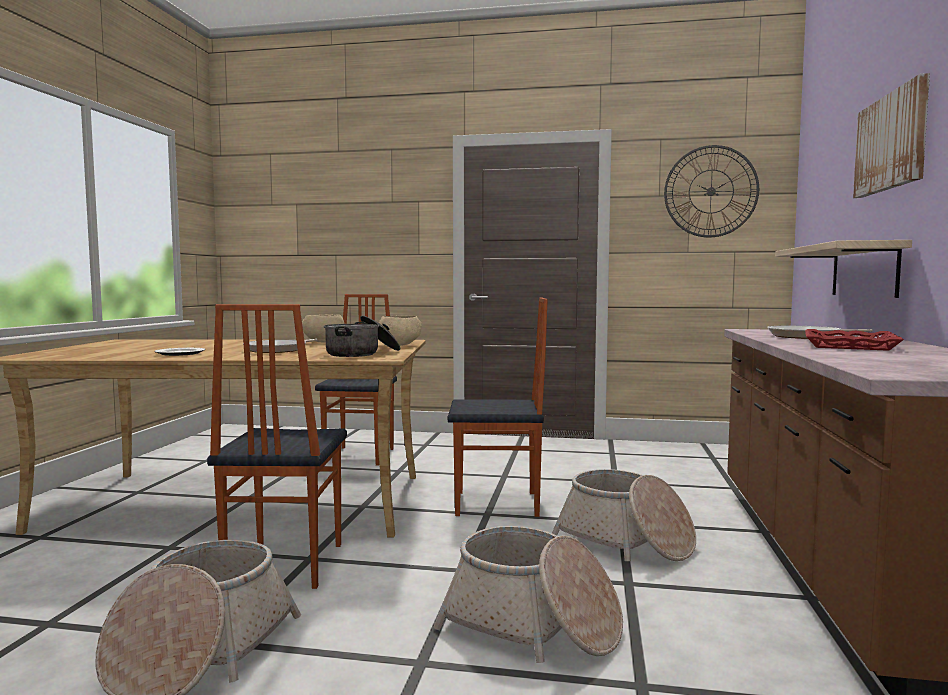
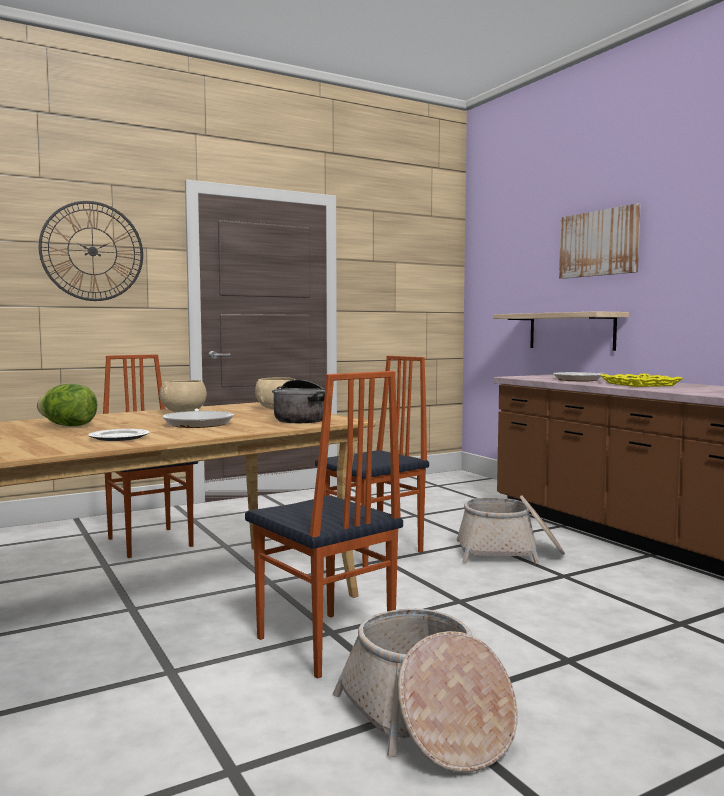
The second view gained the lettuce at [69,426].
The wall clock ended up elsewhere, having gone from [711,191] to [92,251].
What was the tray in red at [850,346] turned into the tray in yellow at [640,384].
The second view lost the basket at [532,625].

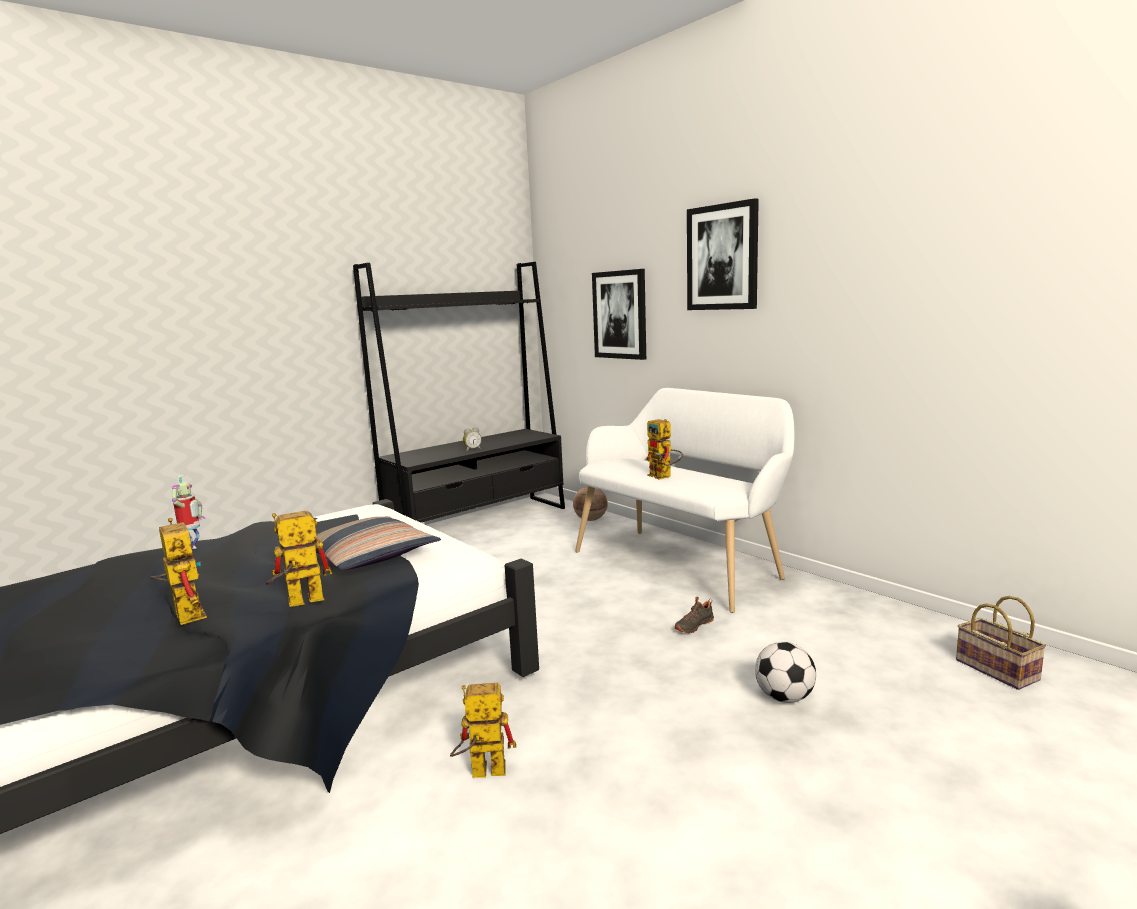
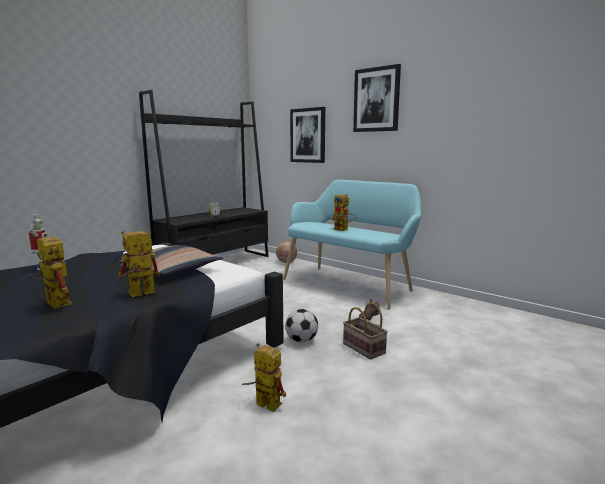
The toy robot at [480,773] ended up facing another way, 45 degrees clockwise from before.
What was the bench in white at [682,563] turned into the bench in turquoise at [350,284].
The football ended up elsewhere, having gone from [784,698] to [301,340].
The basket ended up elsewhere, having gone from [994,669] to [362,348].

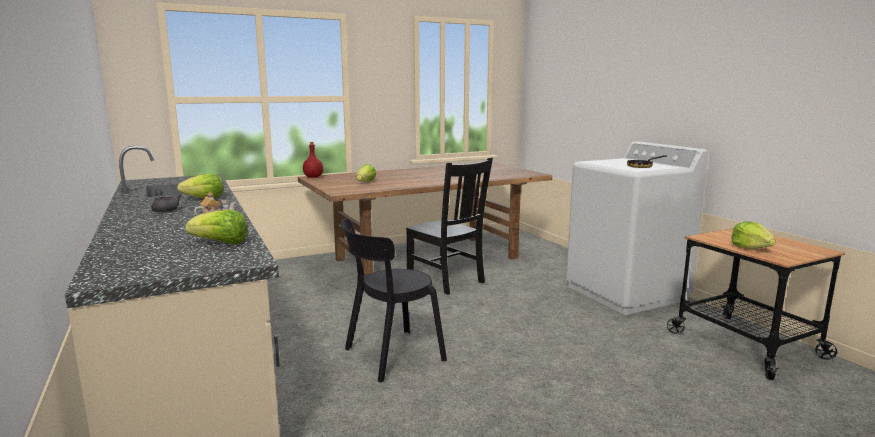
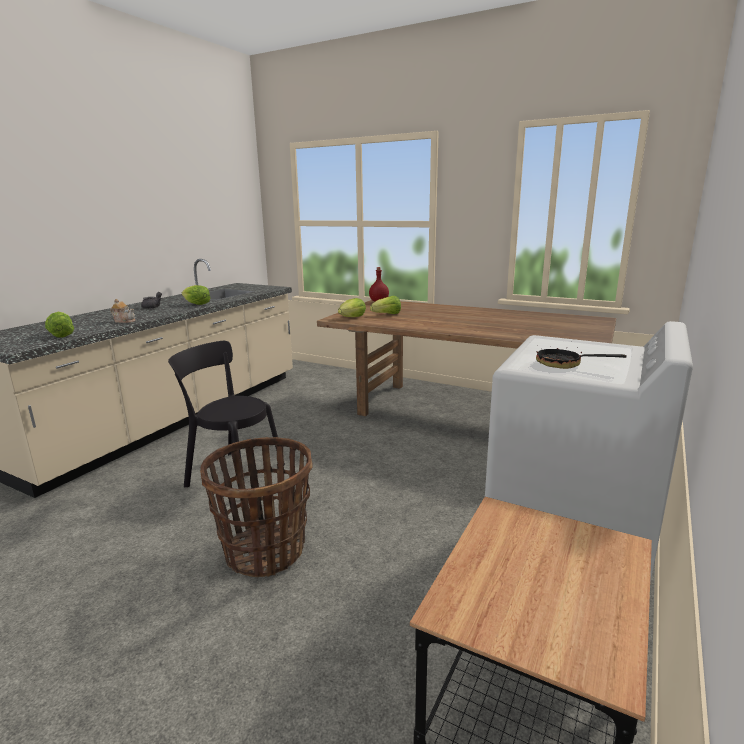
The second view gained the basket at [265,551].
The lettuce ended up elsewhere, having gone from [751,248] to [352,317].
The second view lost the chair in black at [447,281].

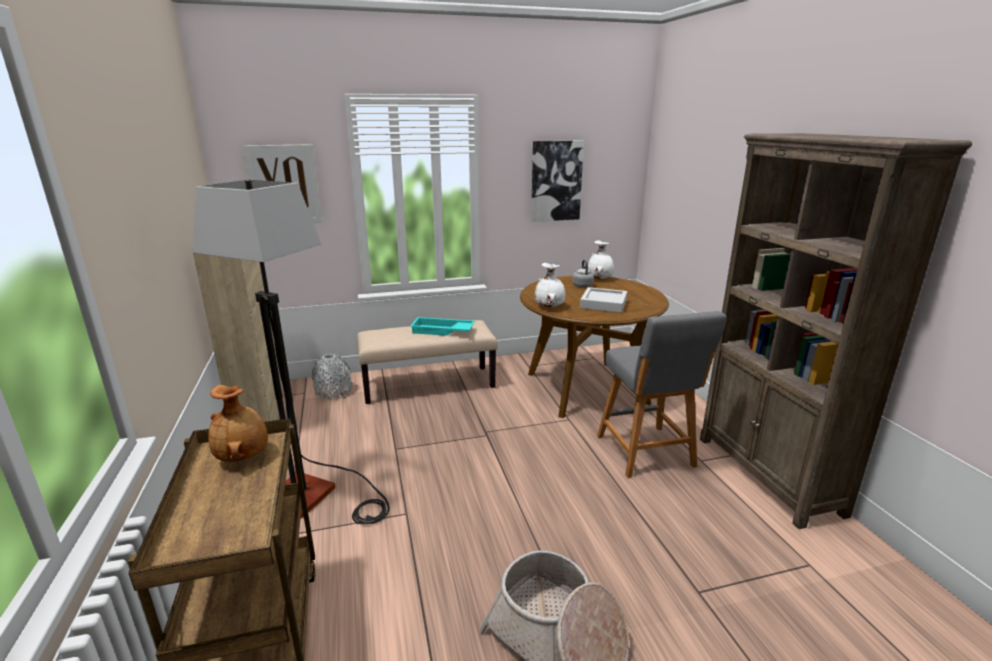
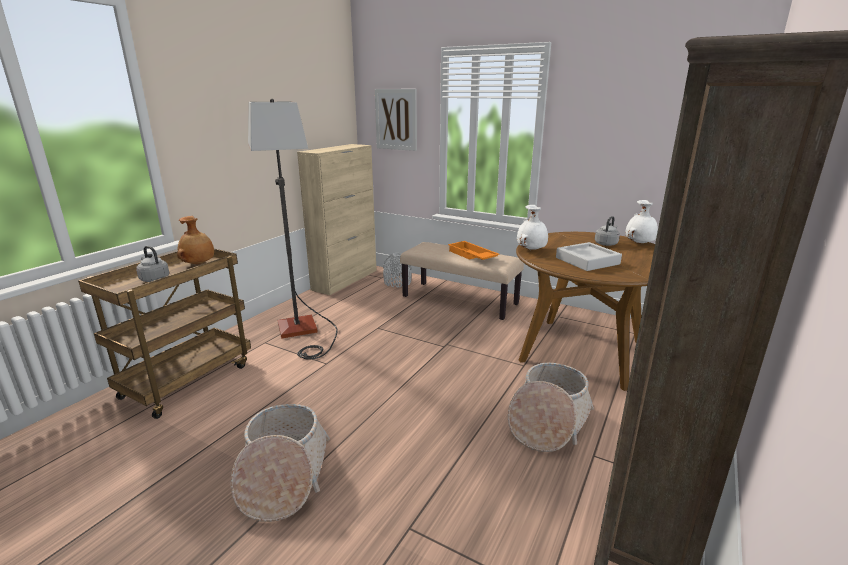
The second view gained the kettle in grey at [154,279].
What was the tray in turquoise at [442,331] turned into the tray in orange at [471,255].
Where the stool in grey stood at [647,454], the basket came to stand at [547,421].
The second view lost the picture at [556,181].

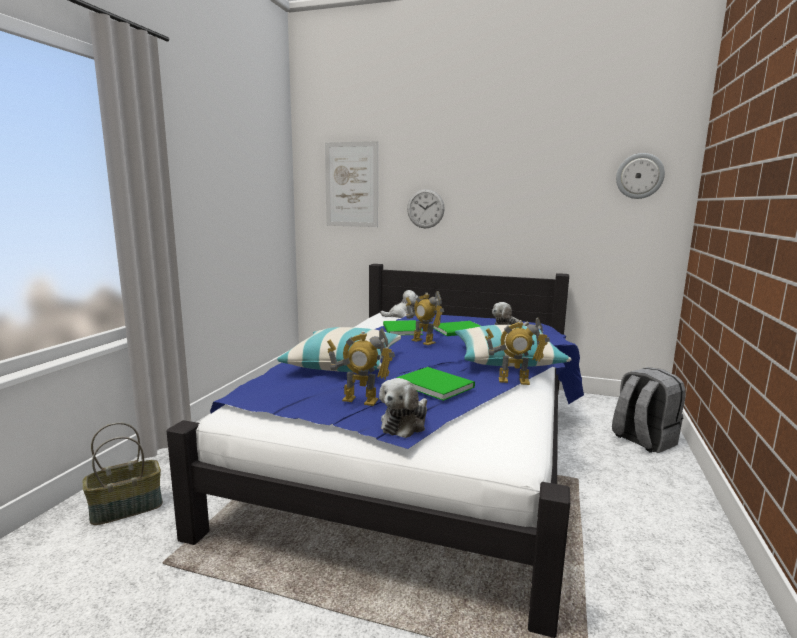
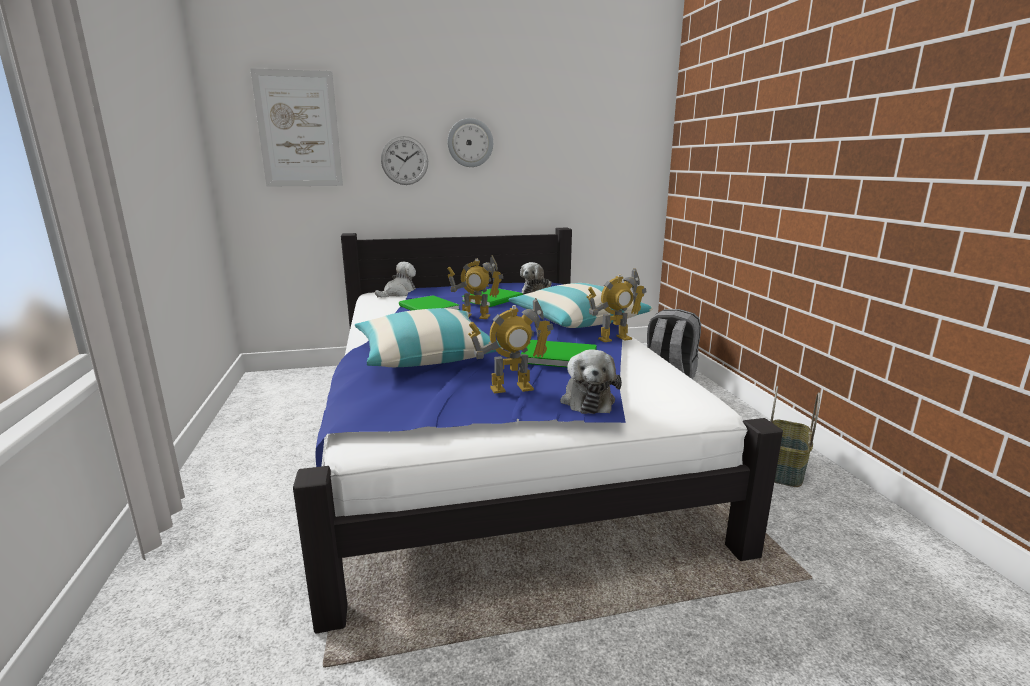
The wall clock ended up elsewhere, having gone from [639,176] to [470,143].
The basket ended up elsewhere, having gone from [127,507] to [782,468].

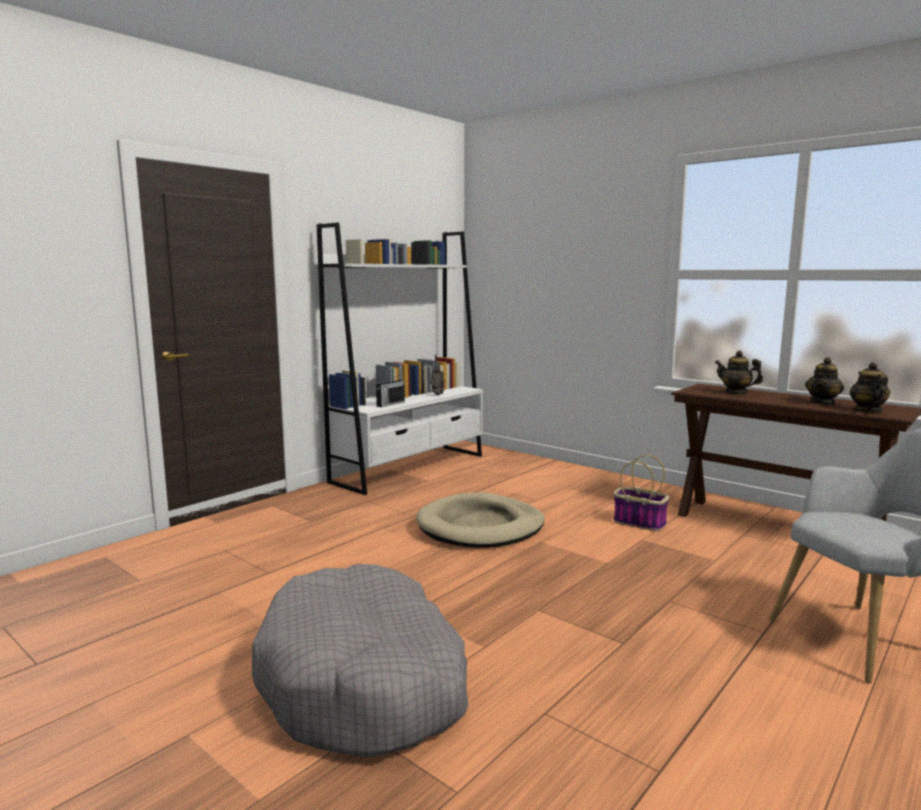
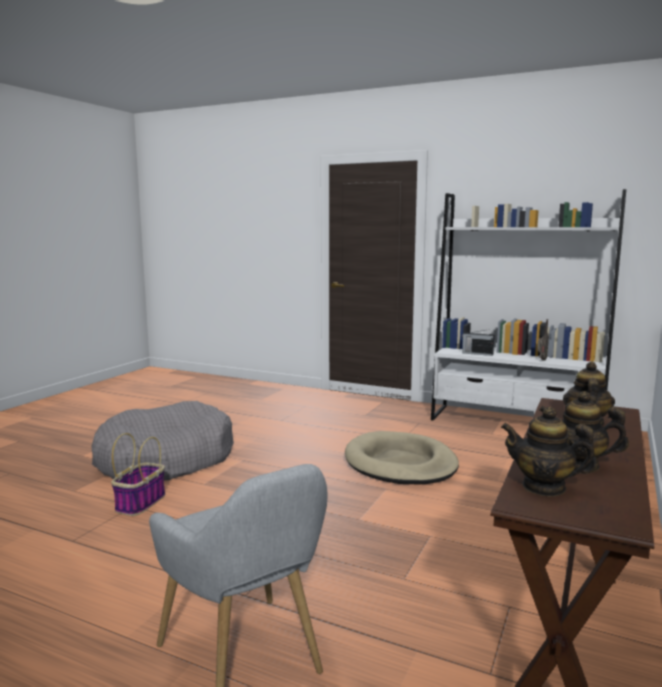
The basket ended up elsewhere, having gone from [638,522] to [141,502].
The teapot at [867,410] ended up facing another way, 150 degrees counterclockwise from before.

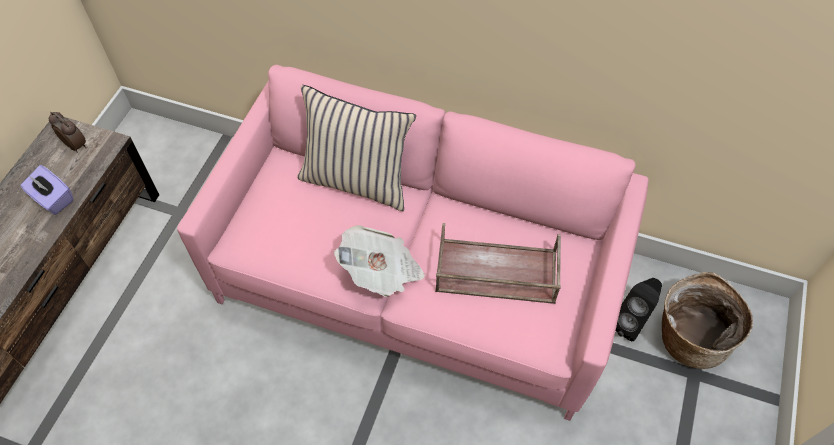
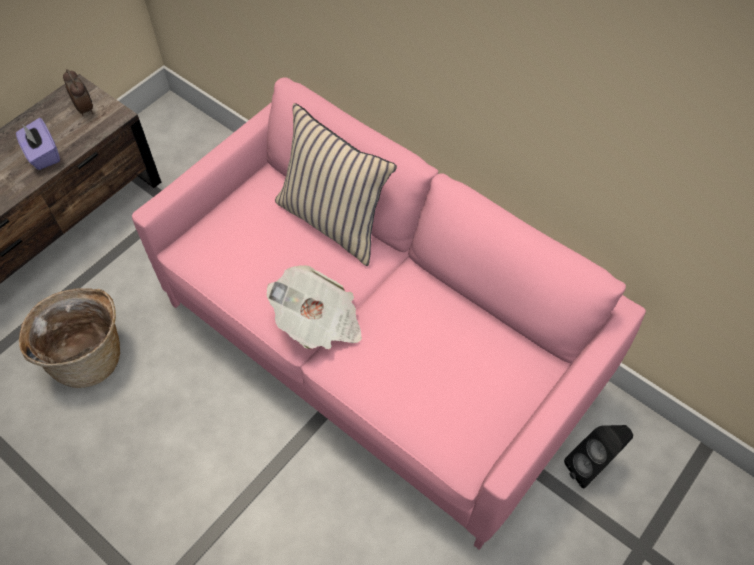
The basket ended up elsewhere, having gone from [689,337] to [88,355].
The second view lost the tray in brown at [495,272].

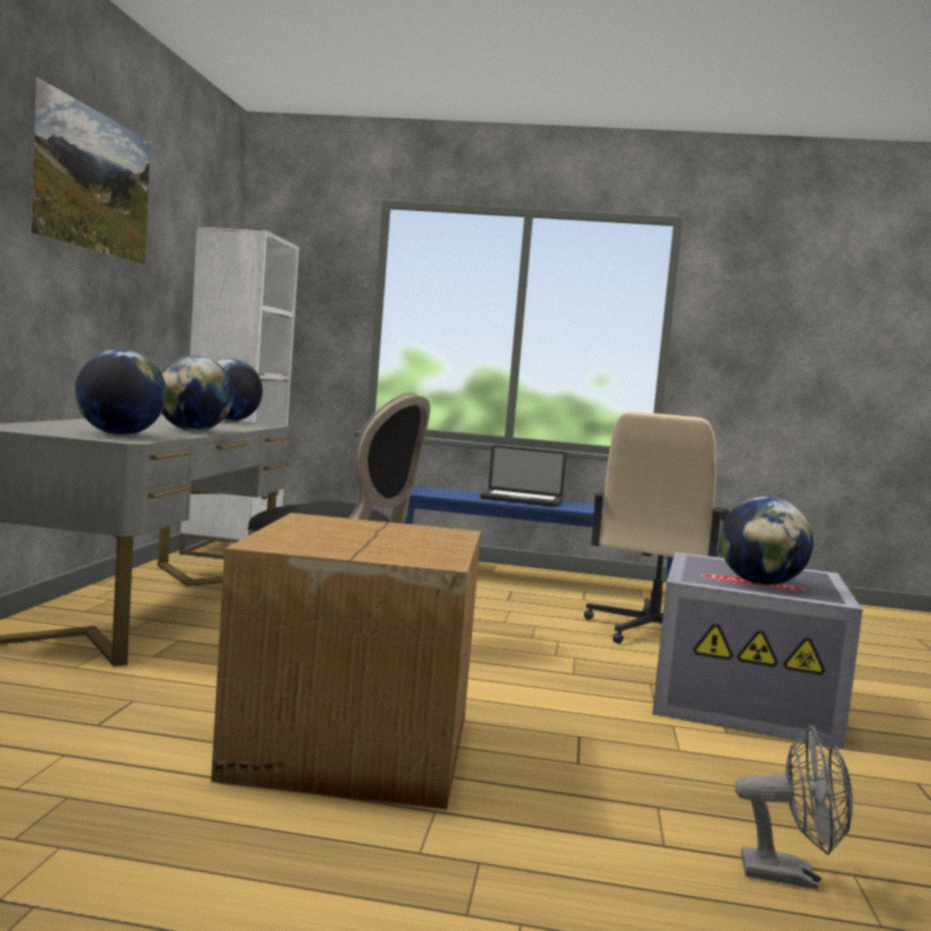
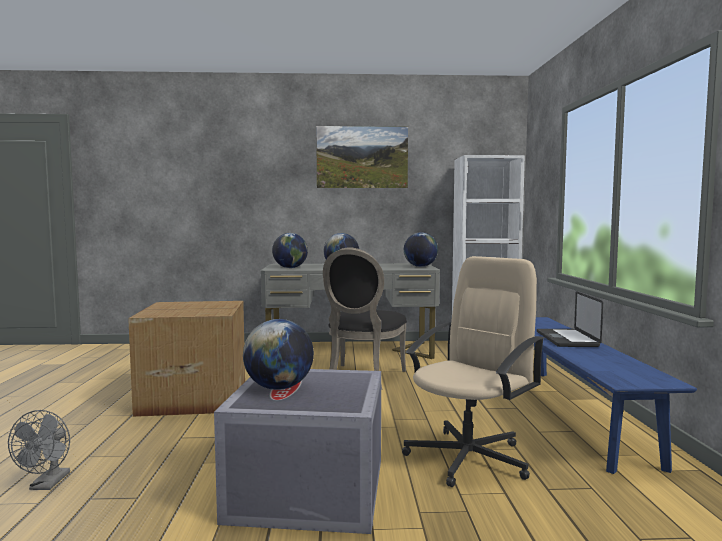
The office chair in beige at [650,632] ended up facing another way, 120 degrees clockwise from before.

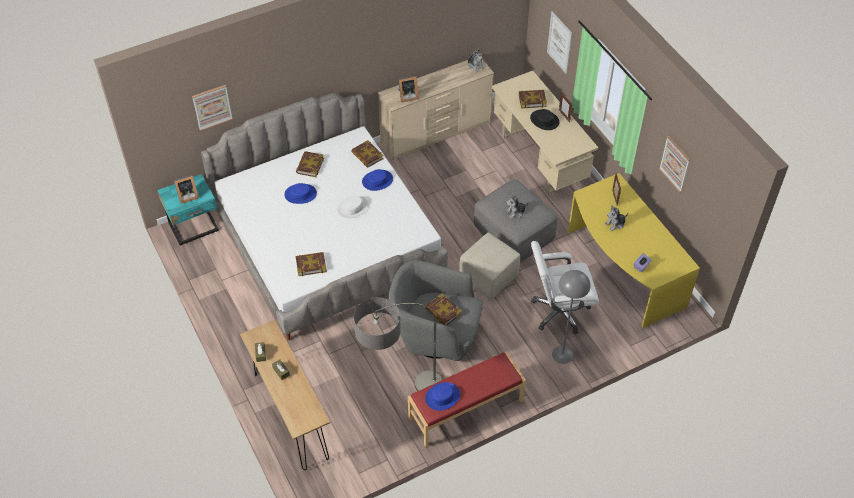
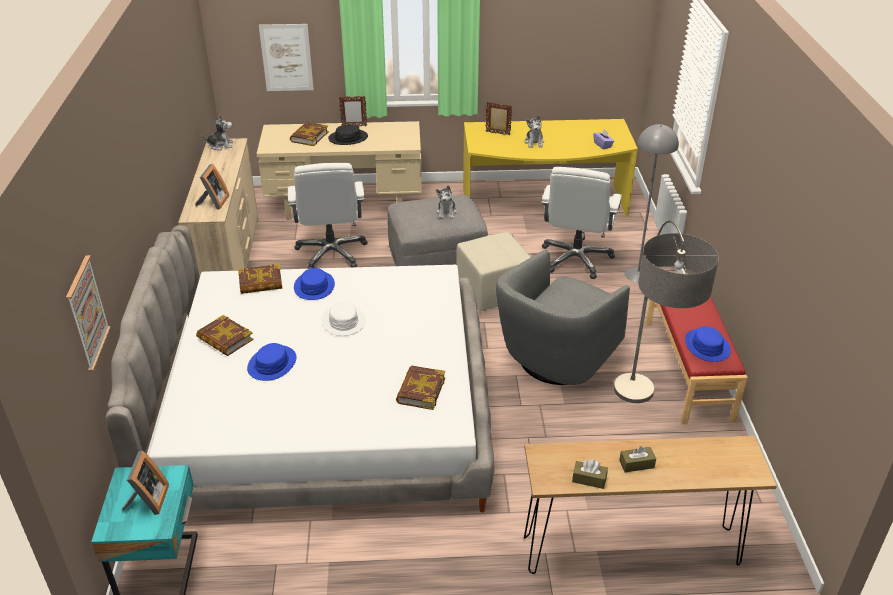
The second view gained the office chair in white at [331,253].
The second view lost the book at [443,312].
The second view lost the picture at [675,163].

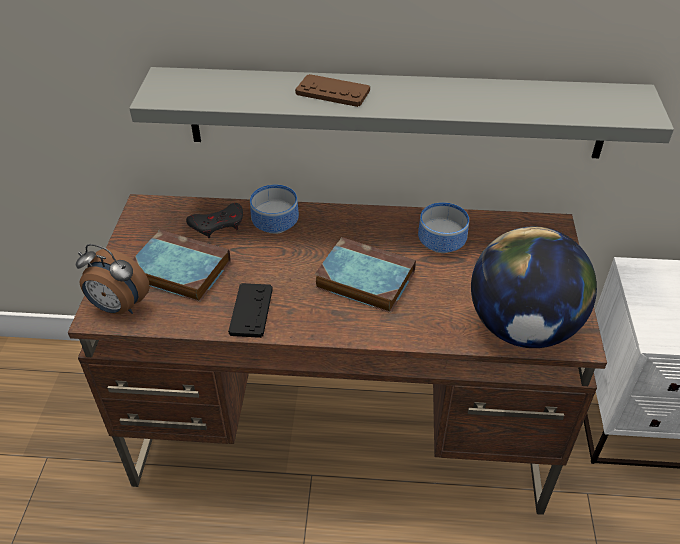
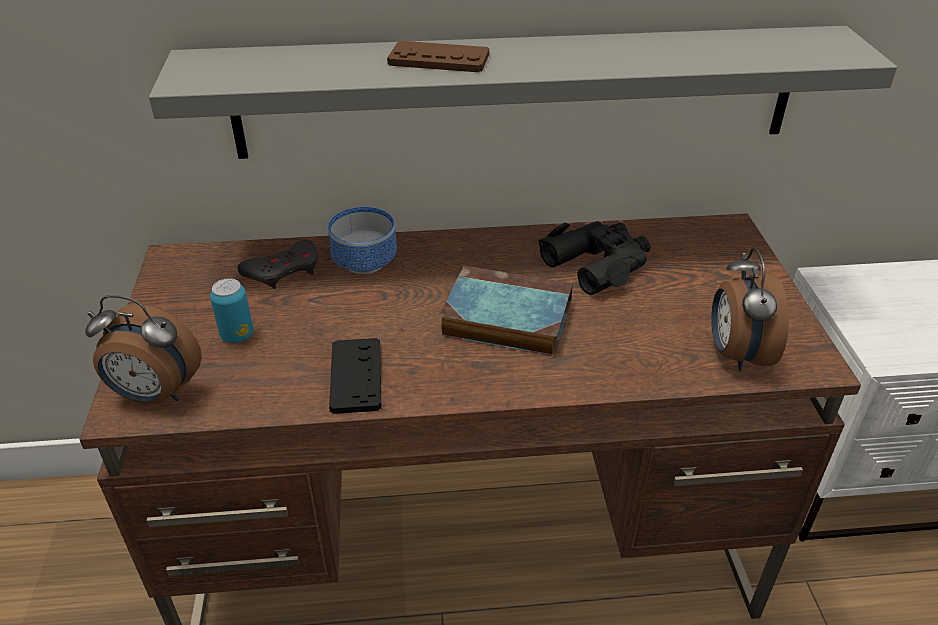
Where the book stood at [178,270], the can came to stand at [237,335].
Where the bowl stood at [443,244], the binoculars in black came to stand at [598,263].
Where the globe stood at [522,327], the alarm clock came to stand at [736,354].

